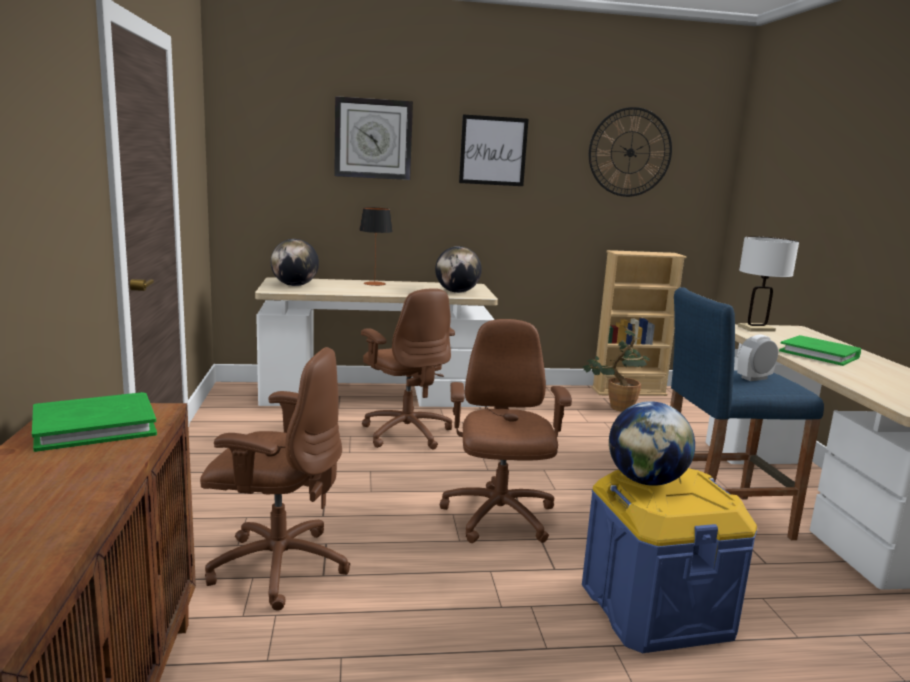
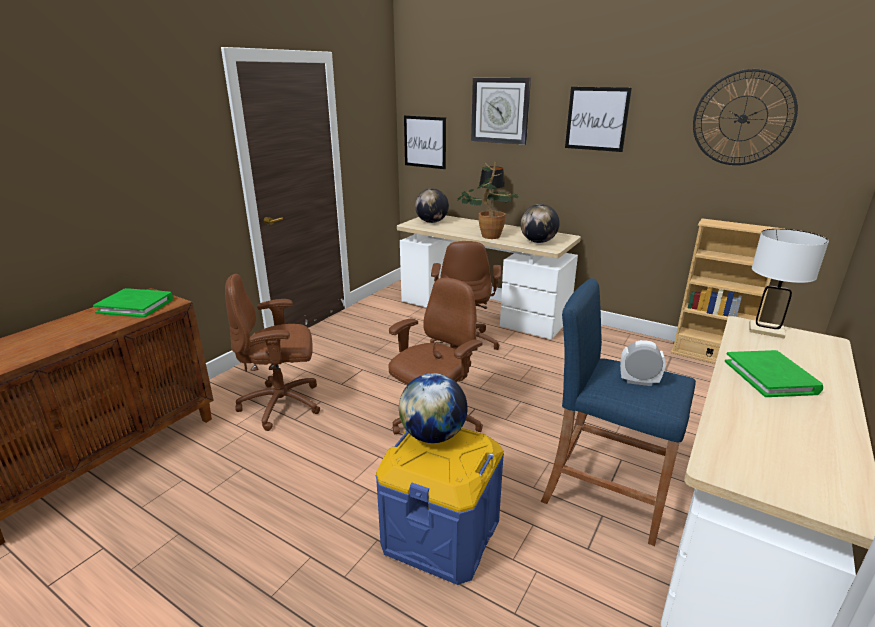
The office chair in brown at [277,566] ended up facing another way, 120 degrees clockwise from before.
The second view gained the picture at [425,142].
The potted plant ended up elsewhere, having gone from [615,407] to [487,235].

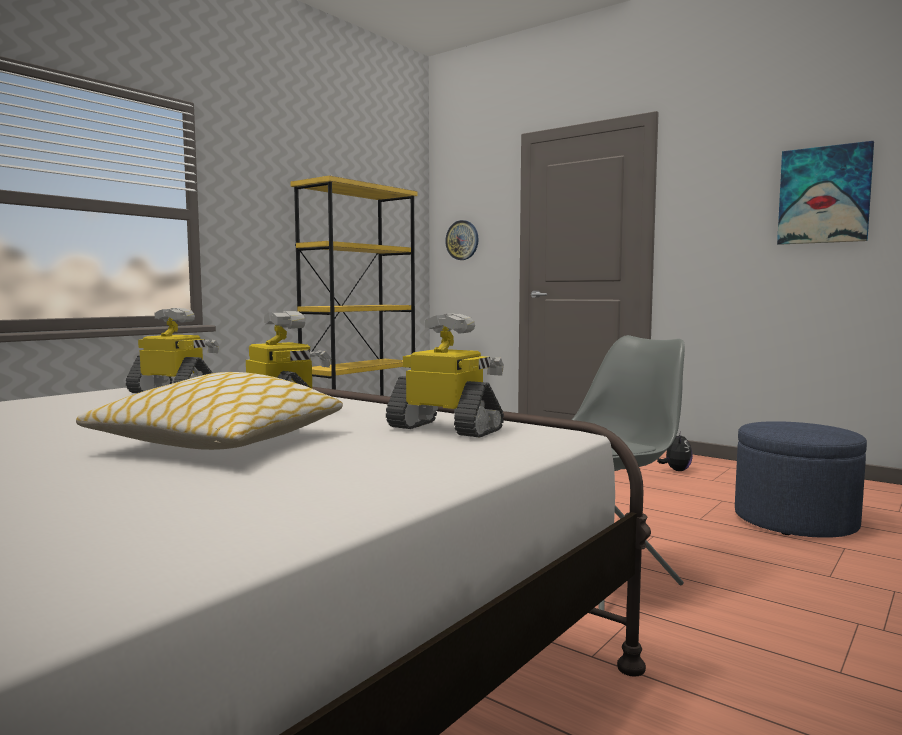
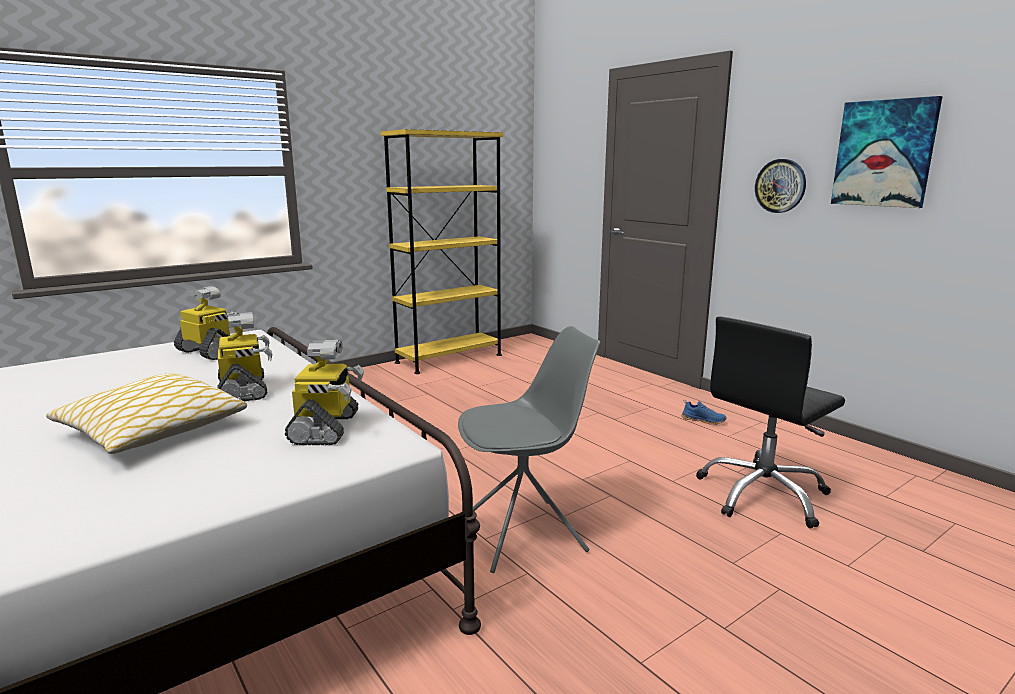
The toy robot at [447,428] ended up facing another way, 45 degrees clockwise from before.
Where the plush toy stood at [676,470], the shoe in blue came to stand at [703,420].
Where the ottoman in blue stood at [795,521], the office chair in black came to stand at [763,495].
The wall clock ended up elsewhere, having gone from [462,240] to [780,186].

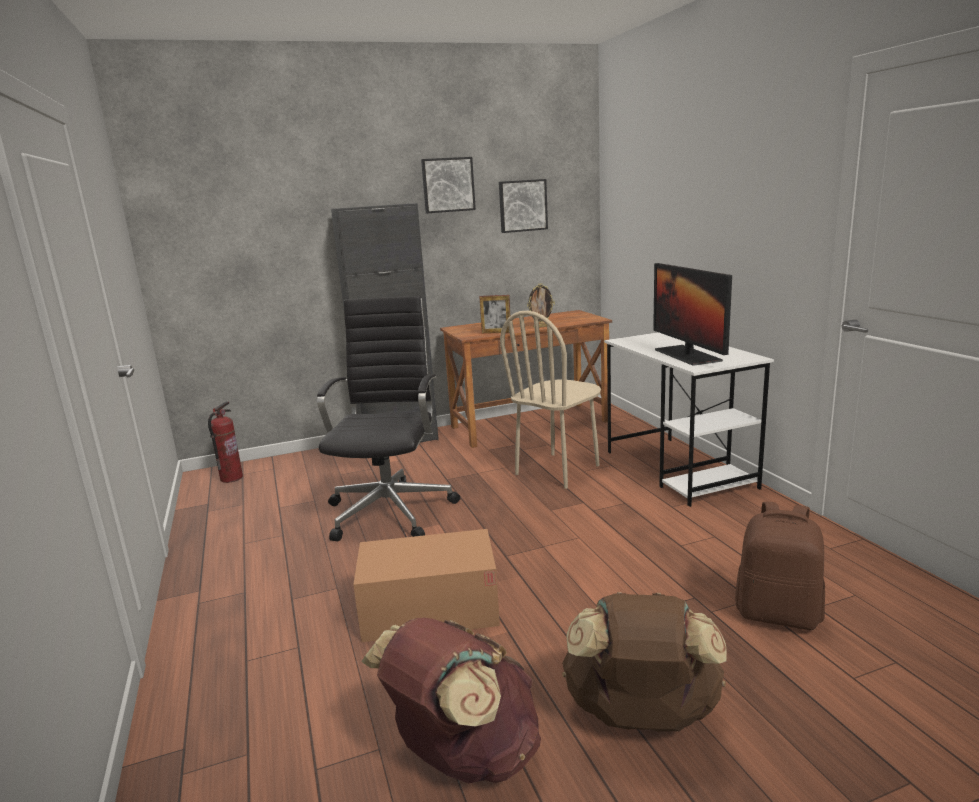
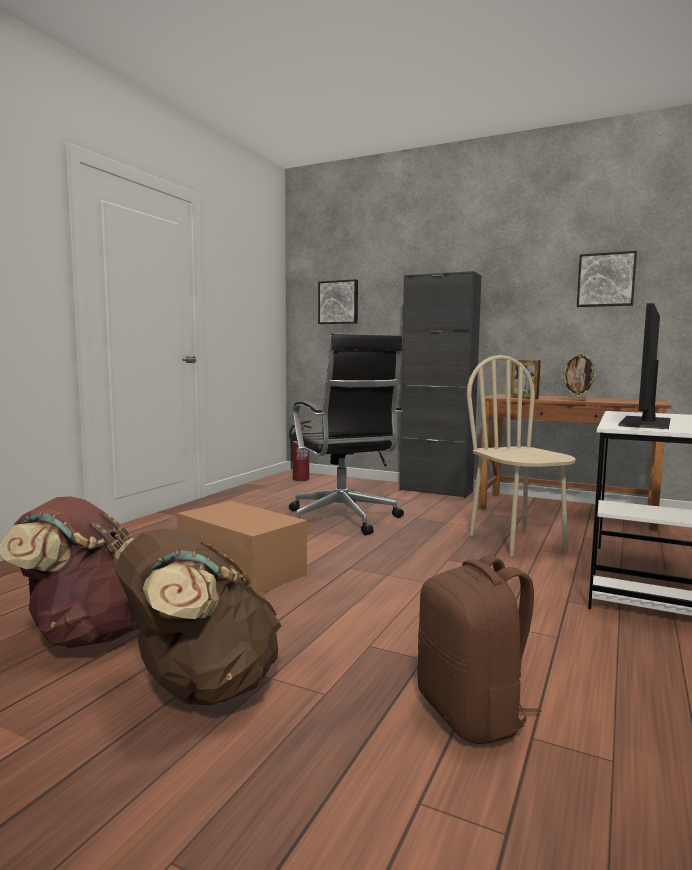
The office chair in black at [391,510] ended up facing another way, 105 degrees clockwise from before.
The picture ended up elsewhere, having gone from [448,185] to [338,302].
The chair in beige at [558,470] ended up facing another way, 75 degrees clockwise from before.

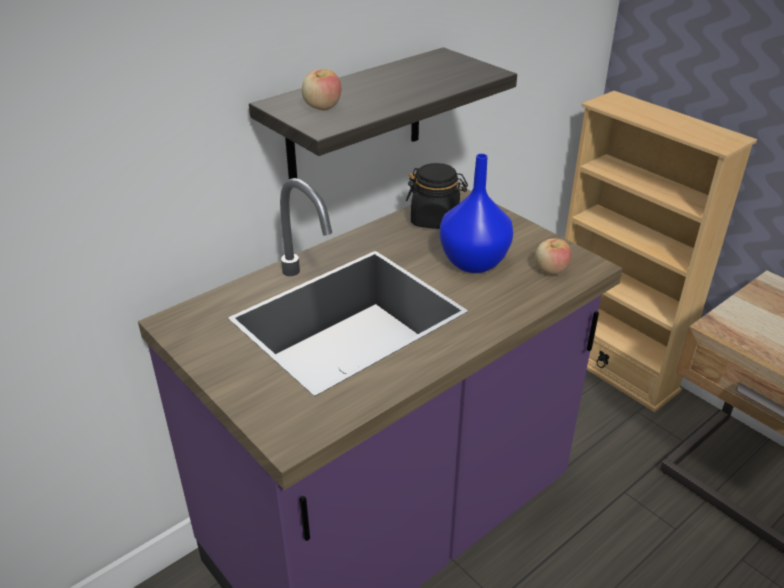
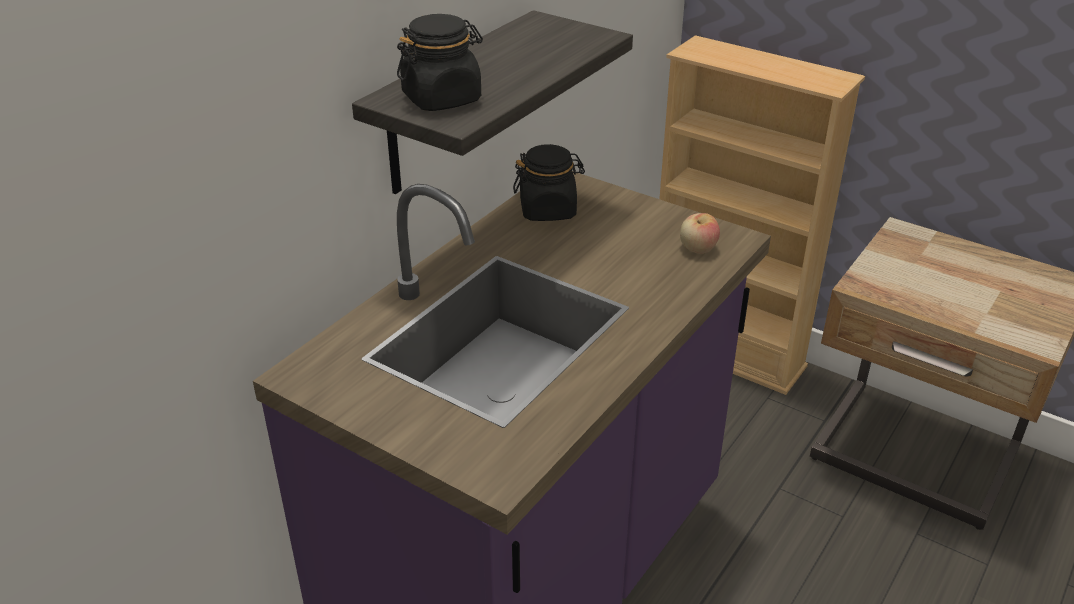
Where the apple stood at [322,107], the jar in black came to stand at [442,98].
The second view lost the vase in blue at [472,262].

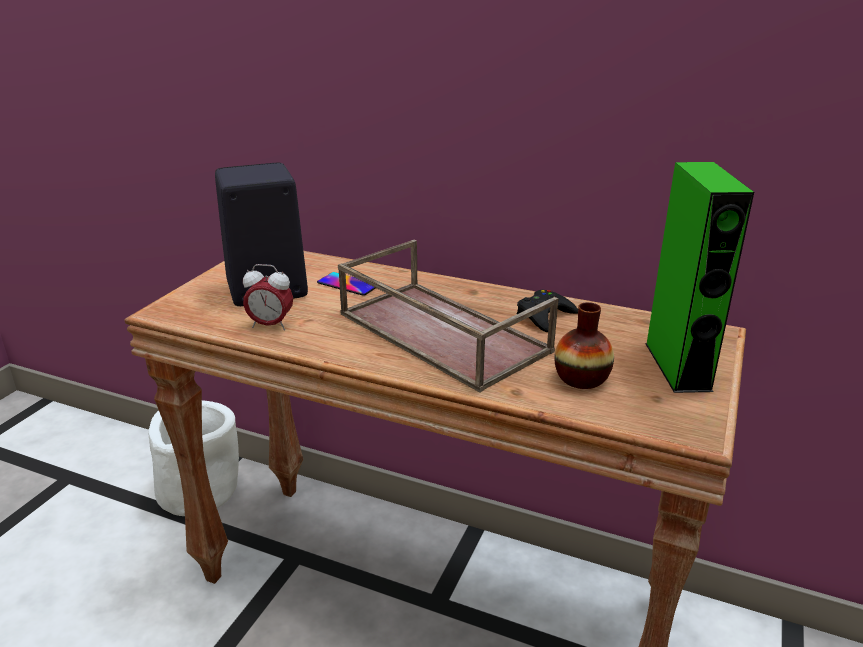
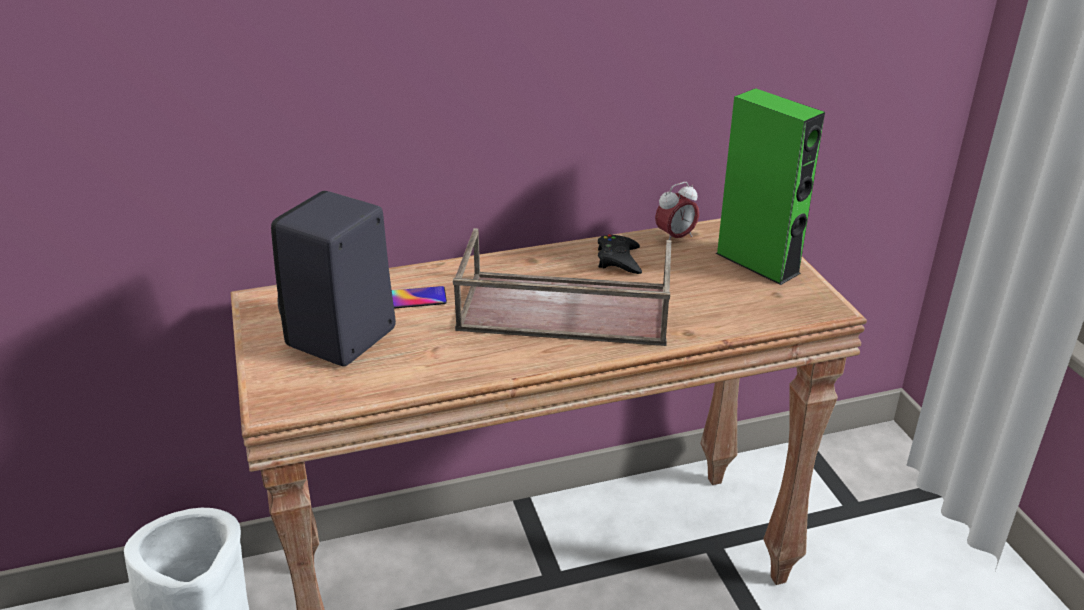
The alarm clock ended up elsewhere, having gone from [271,325] to [675,238].
The second view lost the vase at [581,378].

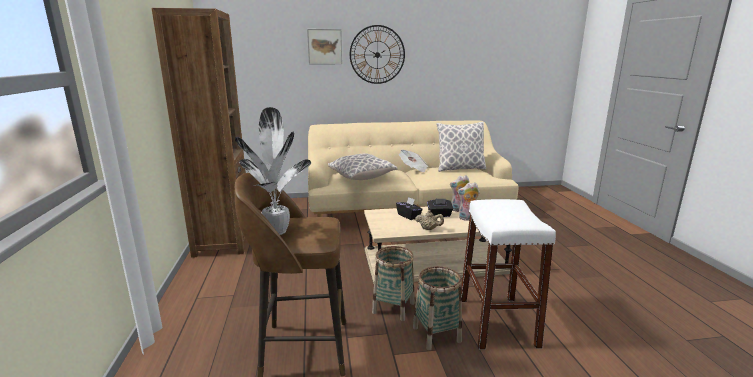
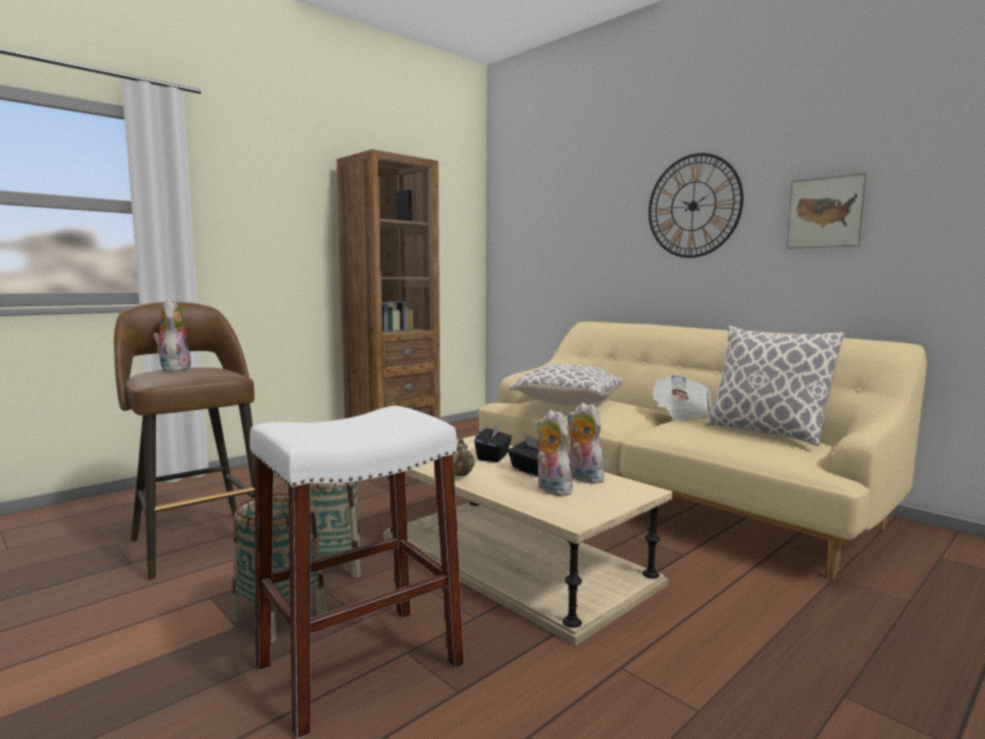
Where the potted plant stood at [277,230], the plush toy came to stand at [173,369].
The picture ended up elsewhere, having gone from [324,46] to [825,212].

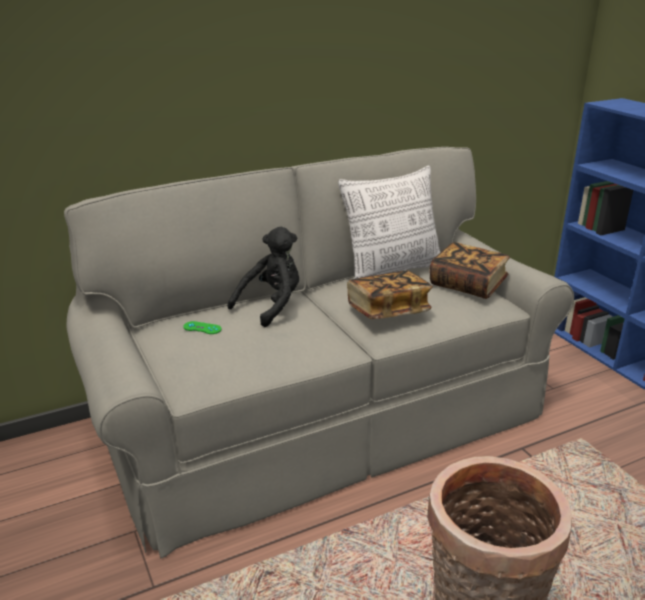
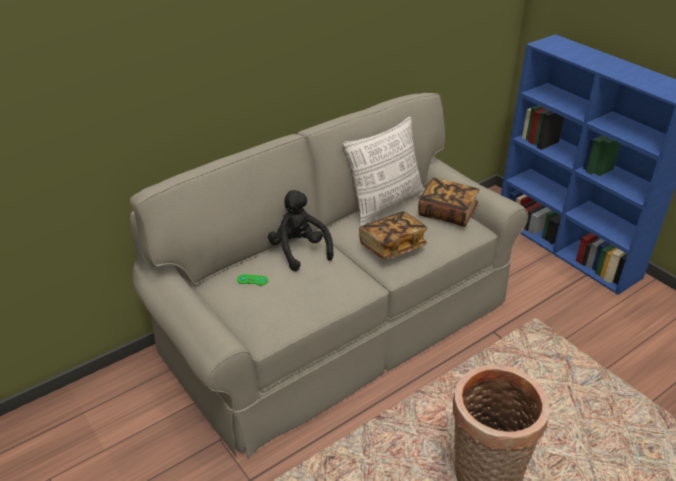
The plush toy in black at [271,306] ended up facing another way, 60 degrees counterclockwise from before.

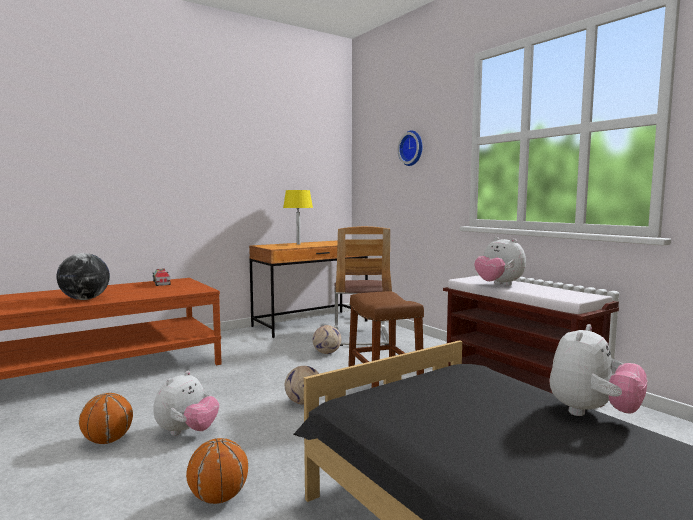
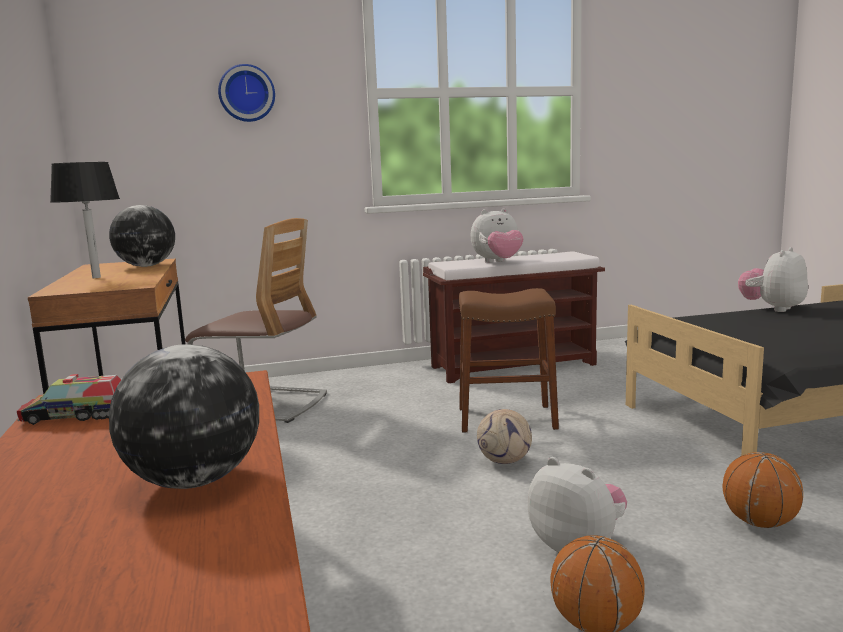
What was the table lamp in yellow at [298,244] turned into the table lamp in black at [96,277].
The second view gained the globe at [146,266].
The plush toy at [592,413] ended up facing another way, 105 degrees counterclockwise from before.
The second view lost the football at [327,353].

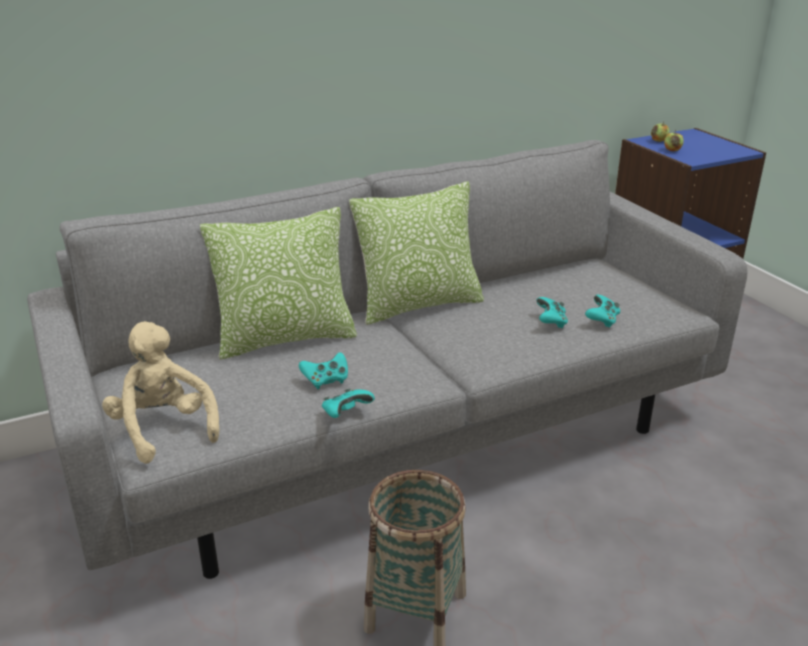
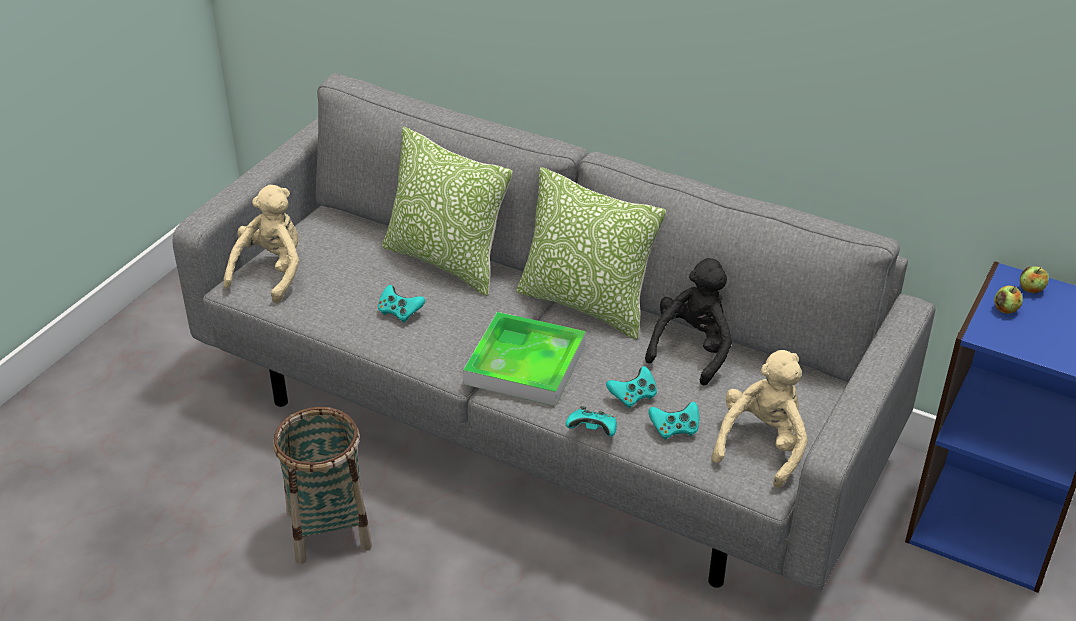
The second view gained the tray at [525,364].
The game controller in turquoise ended up elsewhere, having gone from [346,413] to [593,431].
The second view gained the plush toy in black at [693,349].
The second view gained the plush toy in beige at [762,445].

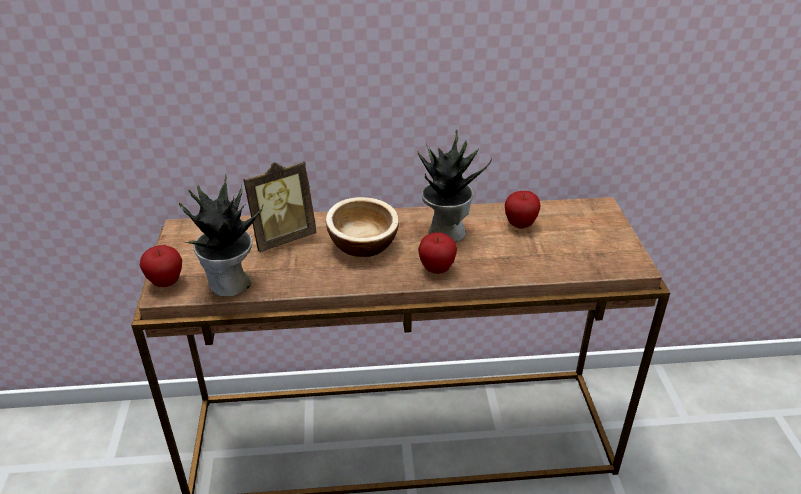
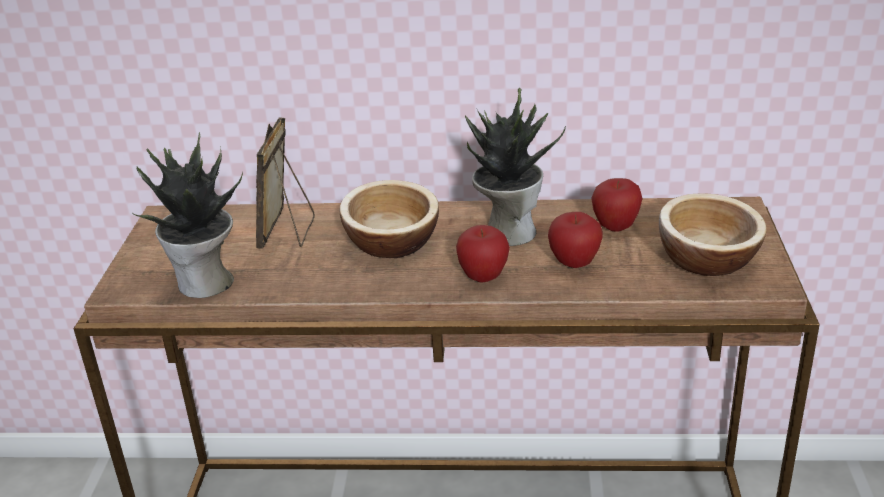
The picture frame at [282,238] ended up facing another way, 120 degrees clockwise from before.
The apple ended up elsewhere, having gone from [166,283] to [574,263].
The second view gained the bowl at [707,260].

